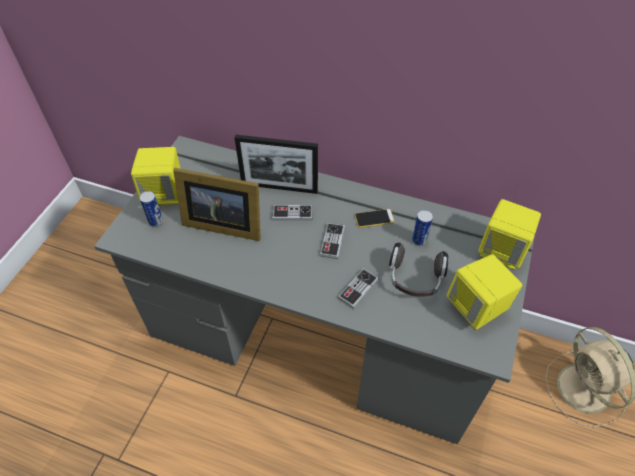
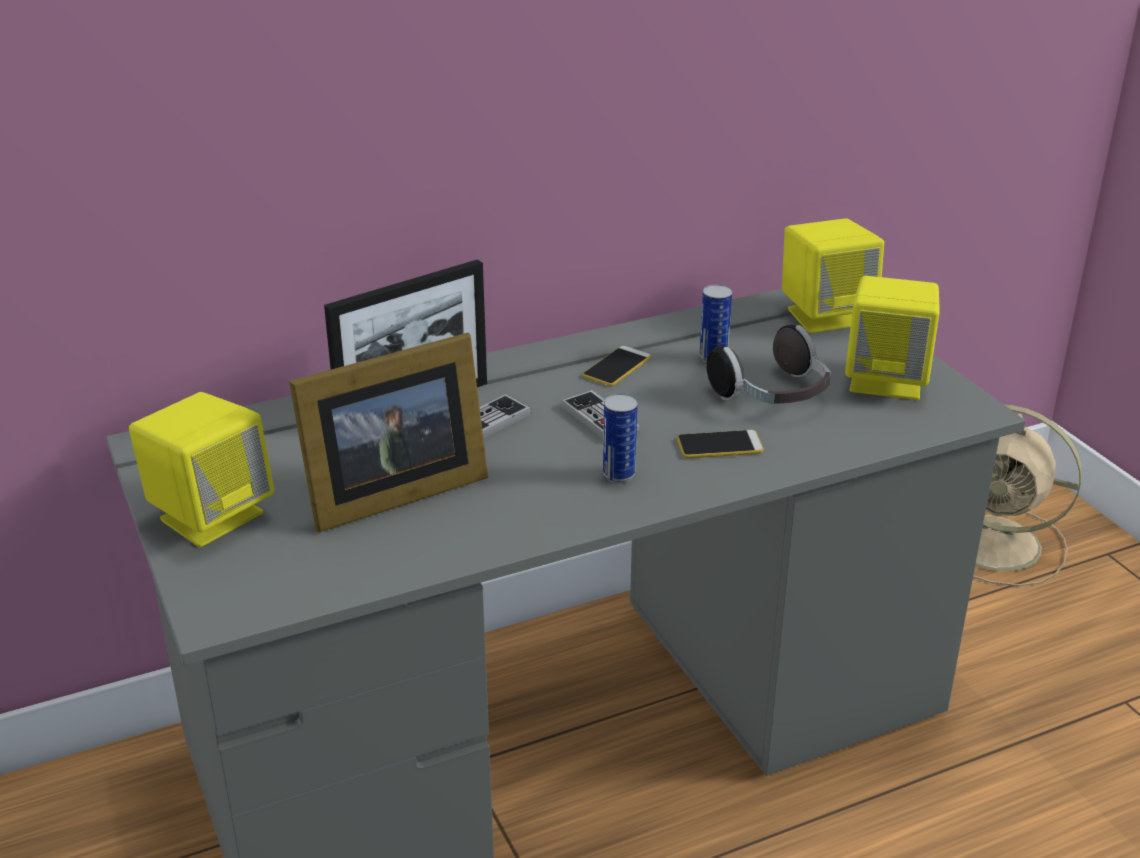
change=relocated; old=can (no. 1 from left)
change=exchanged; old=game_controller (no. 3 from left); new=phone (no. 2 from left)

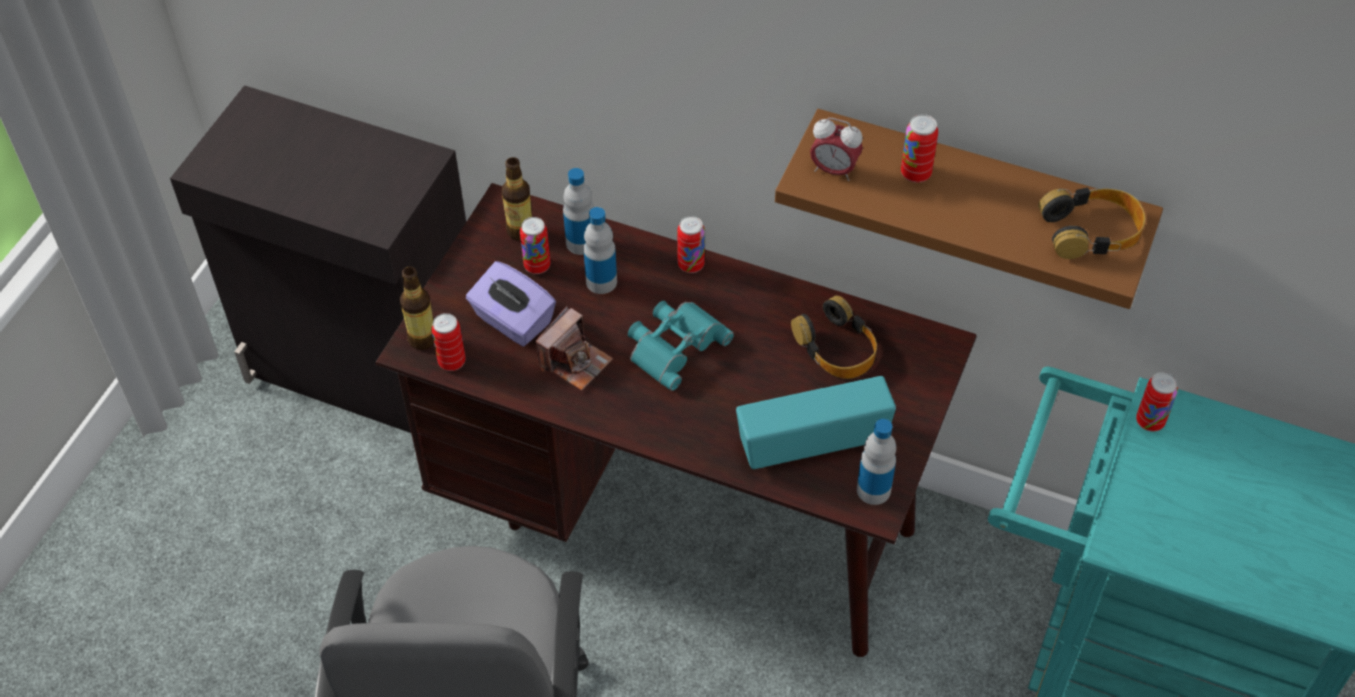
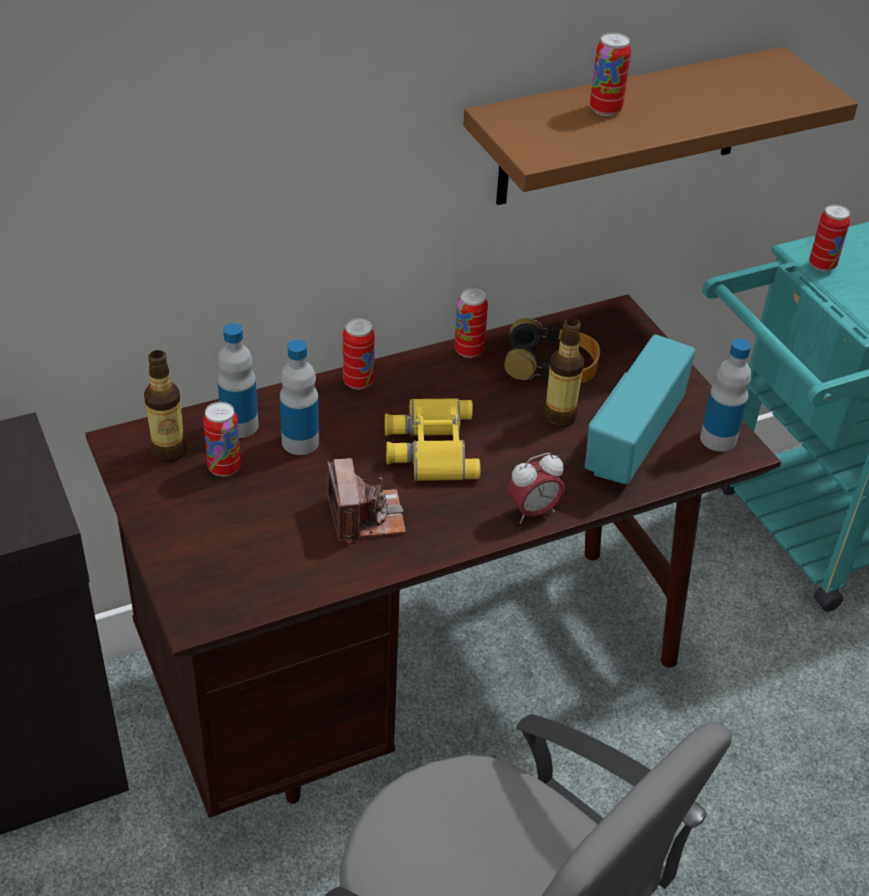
change=colour; old=turquoise_binoculars; new=yellow_binoculars
change=relocated; old=can (no. 1 from left in the first image); new=can (no. 3 from left)
change=relocated; old=alarm_clock
change=relocated; old=bottle (no. 1 from left in the first image); new=bottle (no. 4 from left)
change=missing; old=purple_tissue_box
change=missing; old=headphones (no. 2 from left)

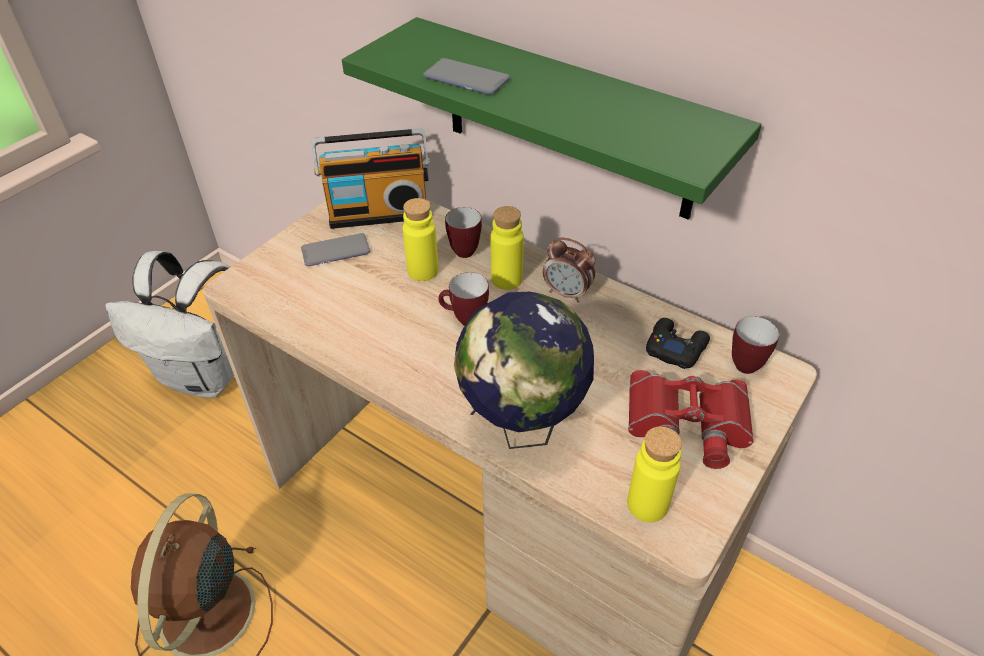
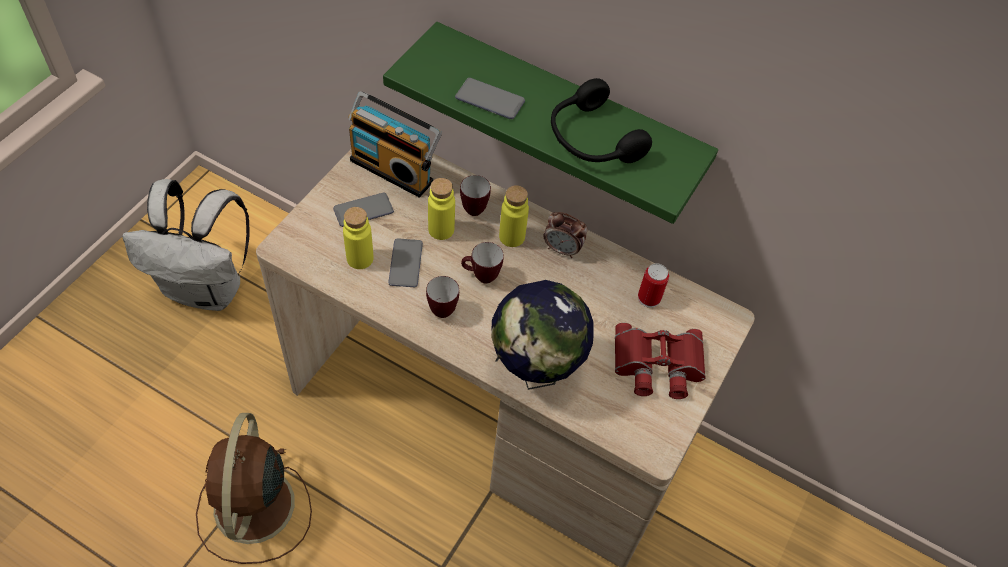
change=relocated; old=yellow_bottle (no. 3 from left in the first image); new=yellow_bottle (no. 1 from left)
change=spun; old=radio; degrees=45
change=appeared; new=phone (no. 2 from left)
change=relocated; old=mug (no. 3 from left in the first image); new=mug (no. 1 from left)
change=appeared; new=black_headphones
change=exchanged; old=black_game_controller; new=can

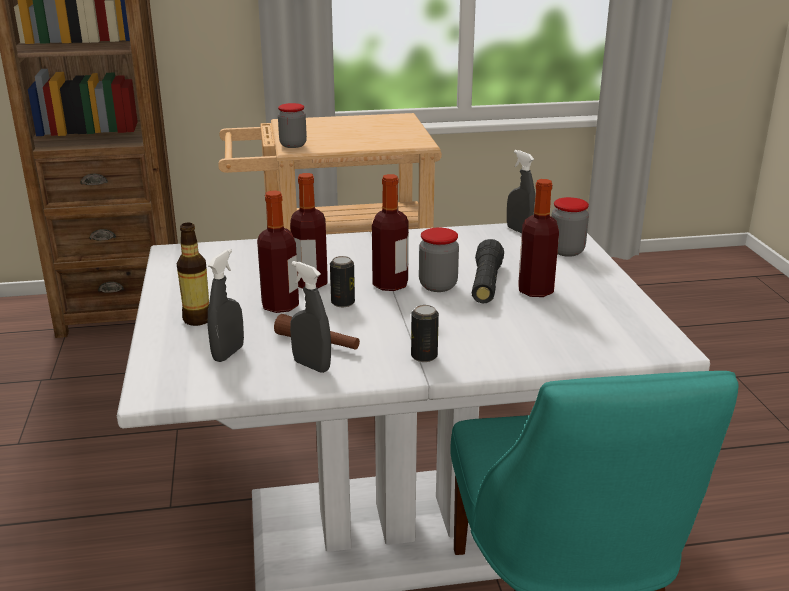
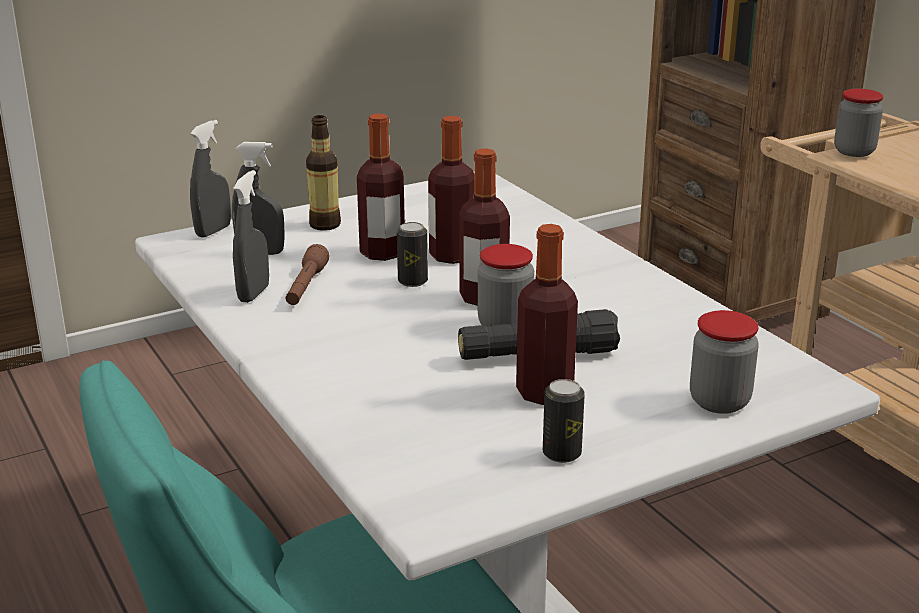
change=relocated; old=grey_spray_bottle (no. 3 from left in the first image); new=grey_spray_bottle (no. 1 from left)
change=relocated; old=can (no. 2 from left)

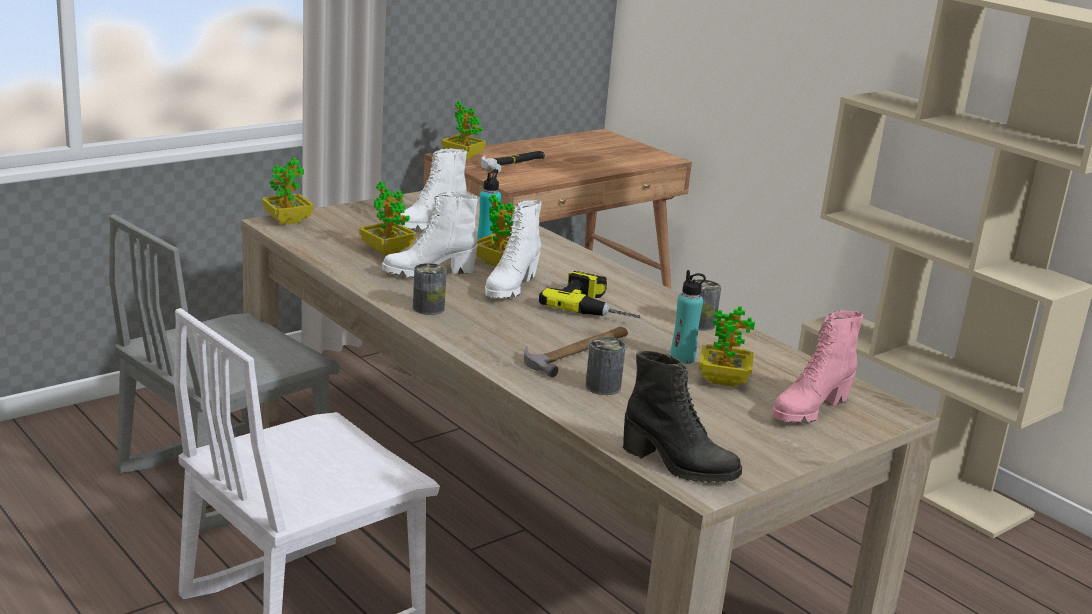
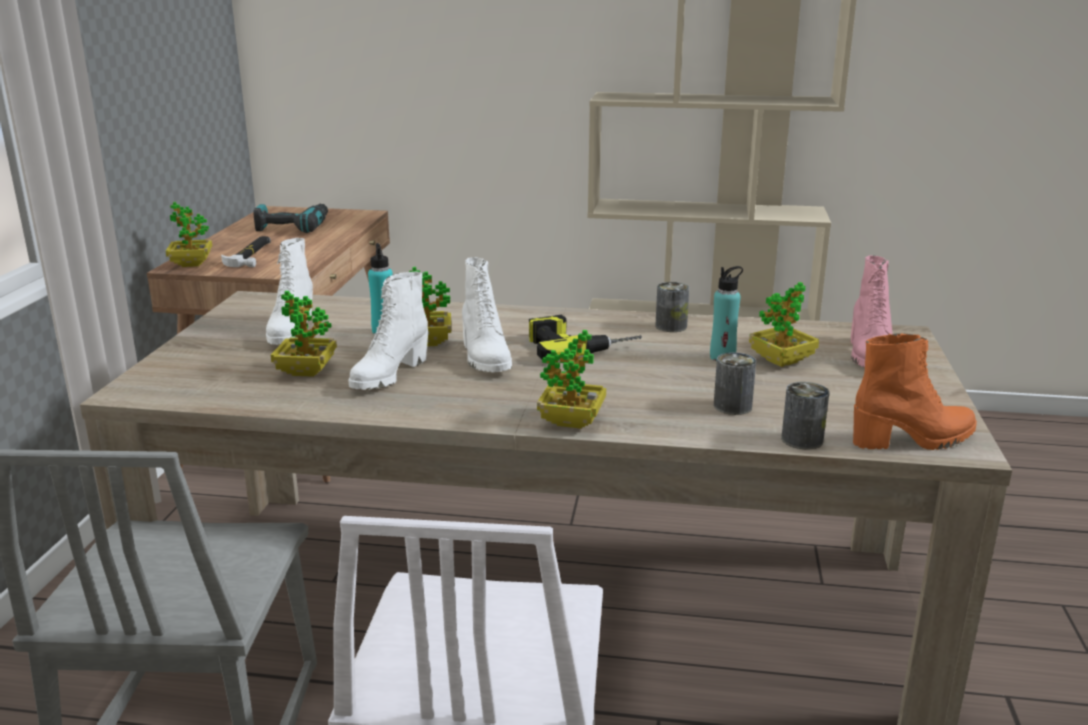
change=appeared; new=power_drill (no. 1 from left)
change=relocated; old=potted_plant (no. 1 from left in the first image); new=potted_plant (no. 4 from left)
change=relocated; old=can (no. 1 from left in the first image); new=can (no. 3 from left)
change=colour; old=black_boot; new=orange_boot
change=missing; old=hammer (no. 2 from left)

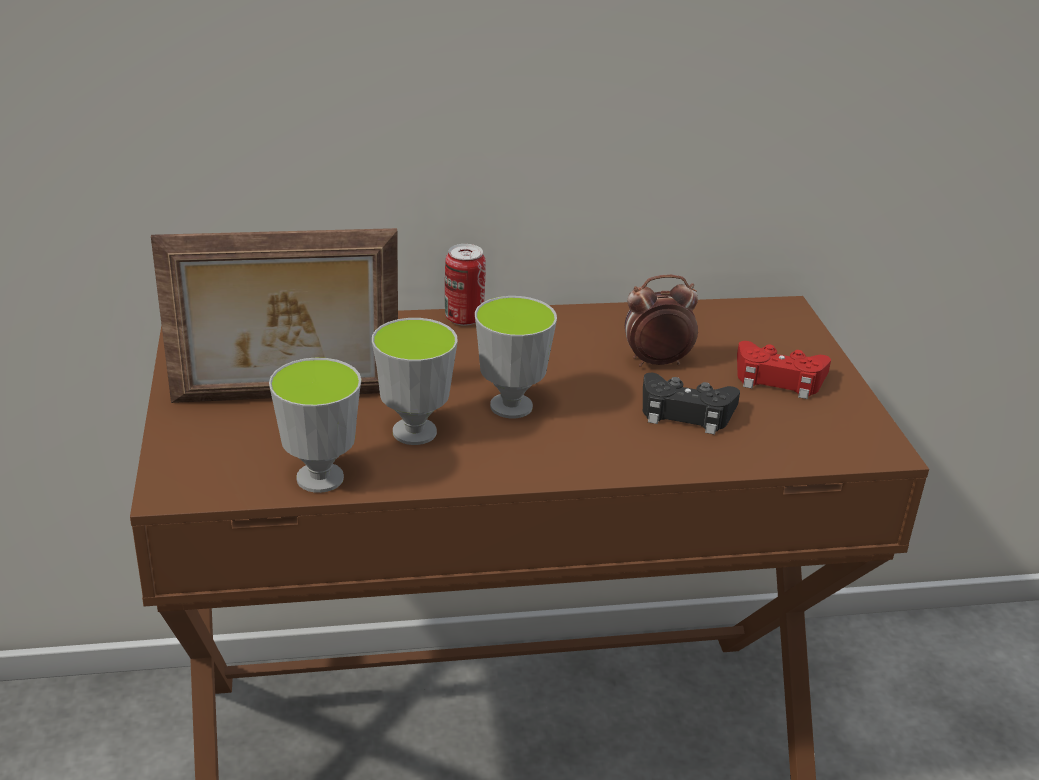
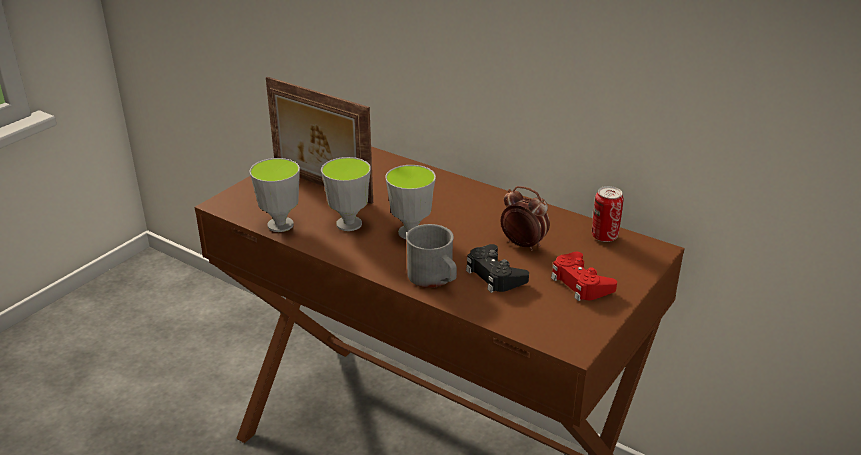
change=appeared; new=grey_mug
change=relocated; old=can

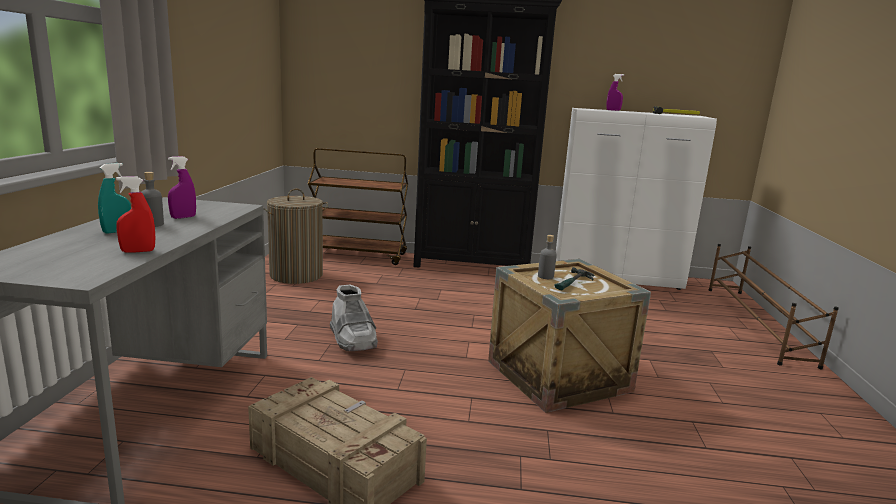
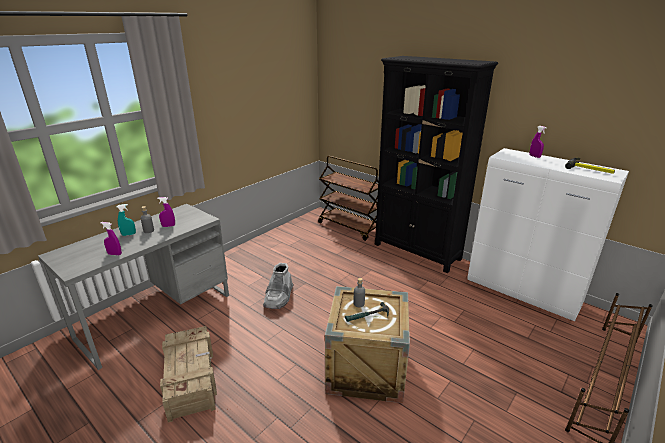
change=colour; old=red_spray_bottle; new=purple_spray_bottle (no. 1 from left)
change=missing; old=laundry_basket

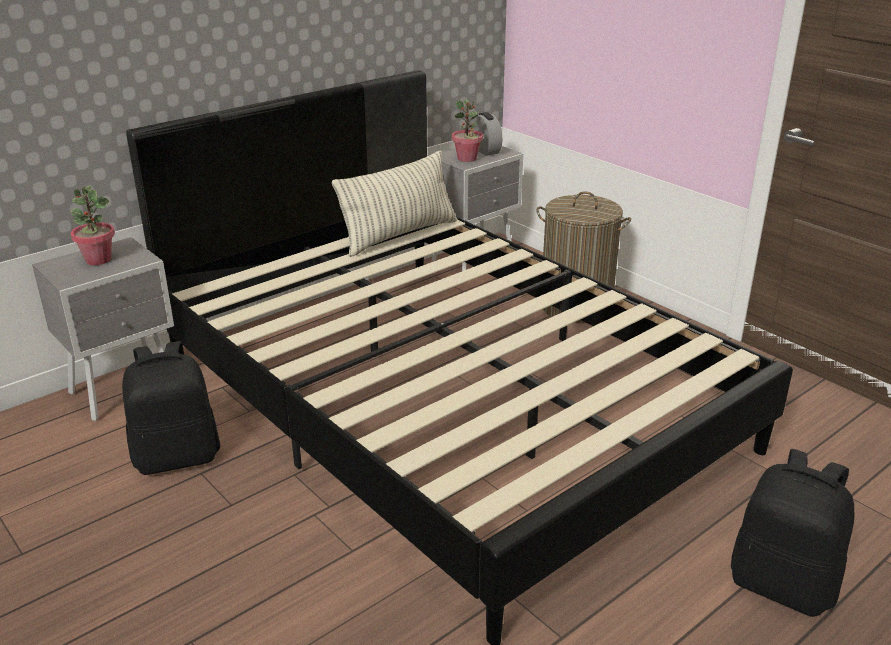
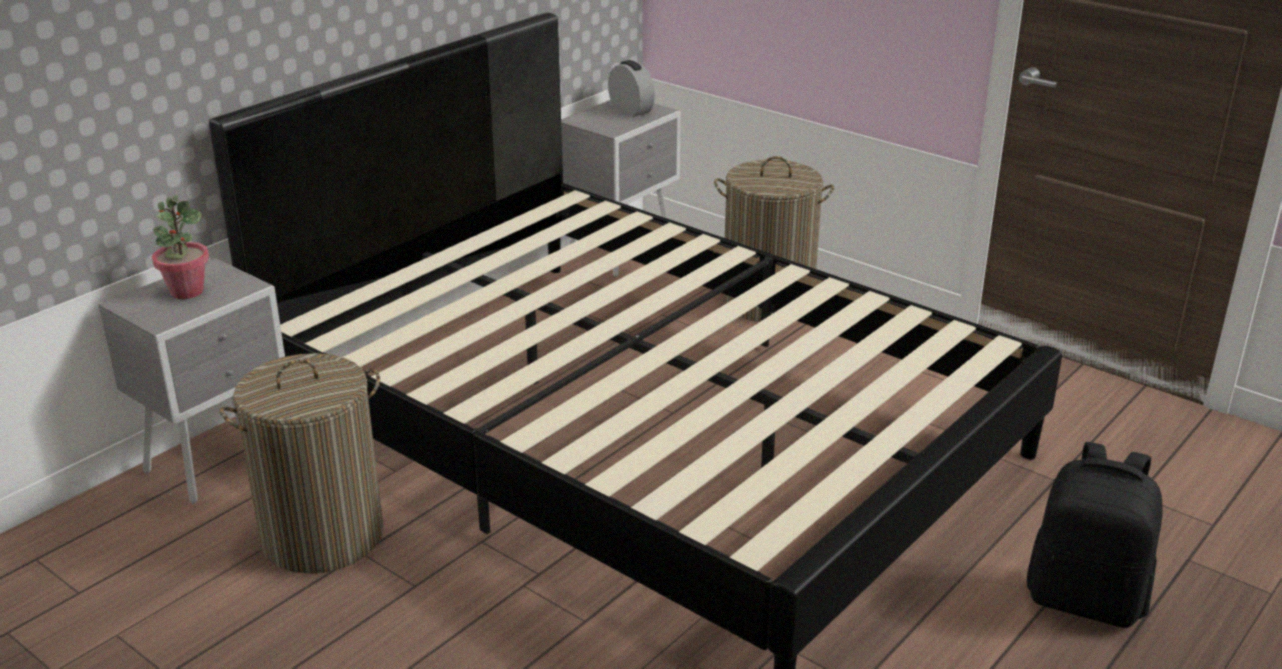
change=exchanged; old=black_backpack (no. 1 from left); new=laundry_basket (no. 1 from left)
change=missing; old=pillow
change=missing; old=potted_plant (no. 2 from left)

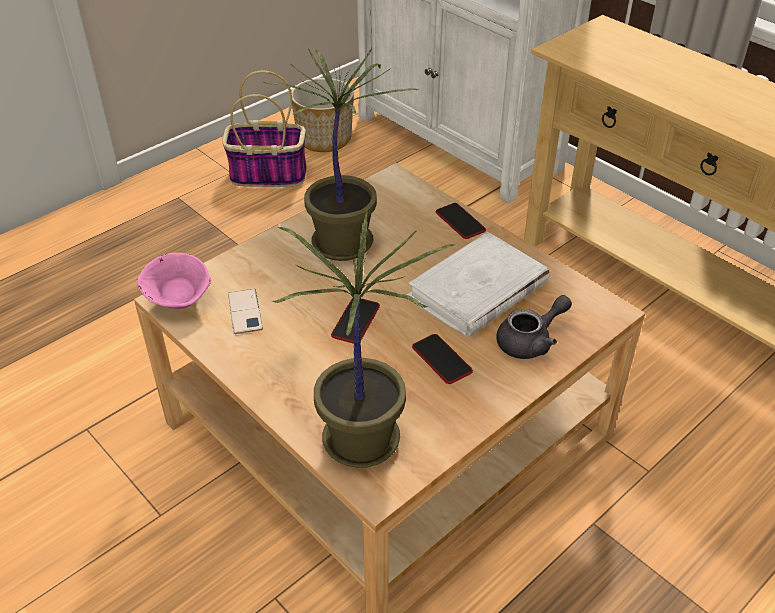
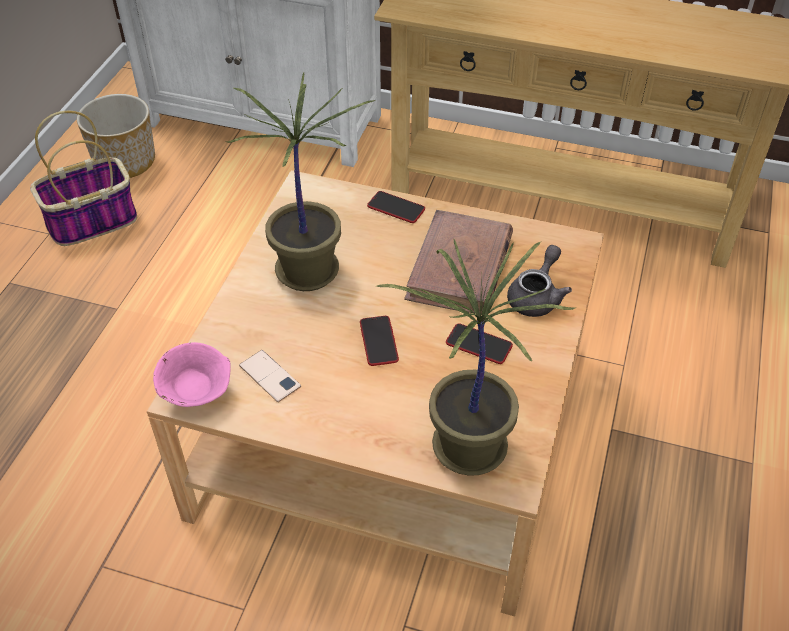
change=colour; old=white_book; new=brown_book

